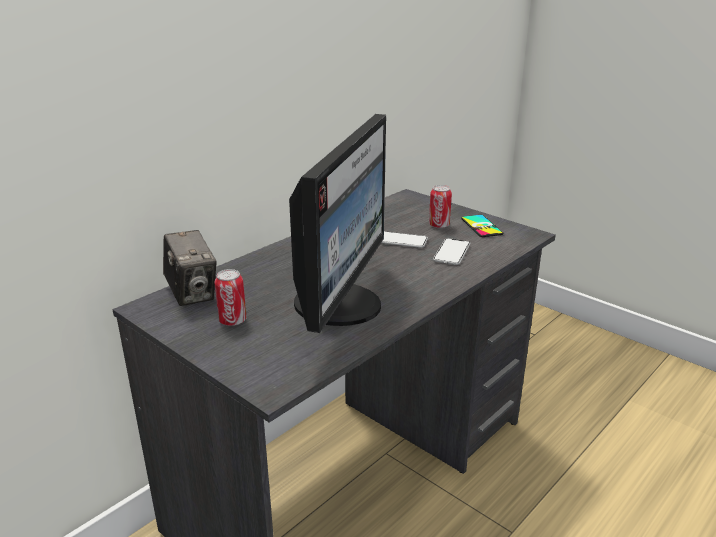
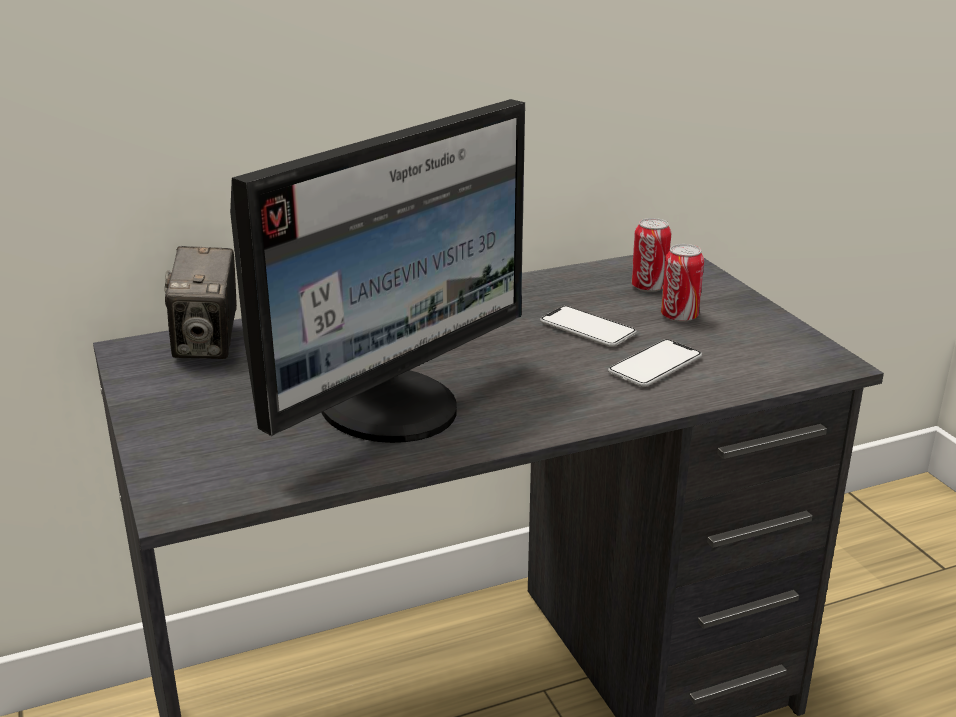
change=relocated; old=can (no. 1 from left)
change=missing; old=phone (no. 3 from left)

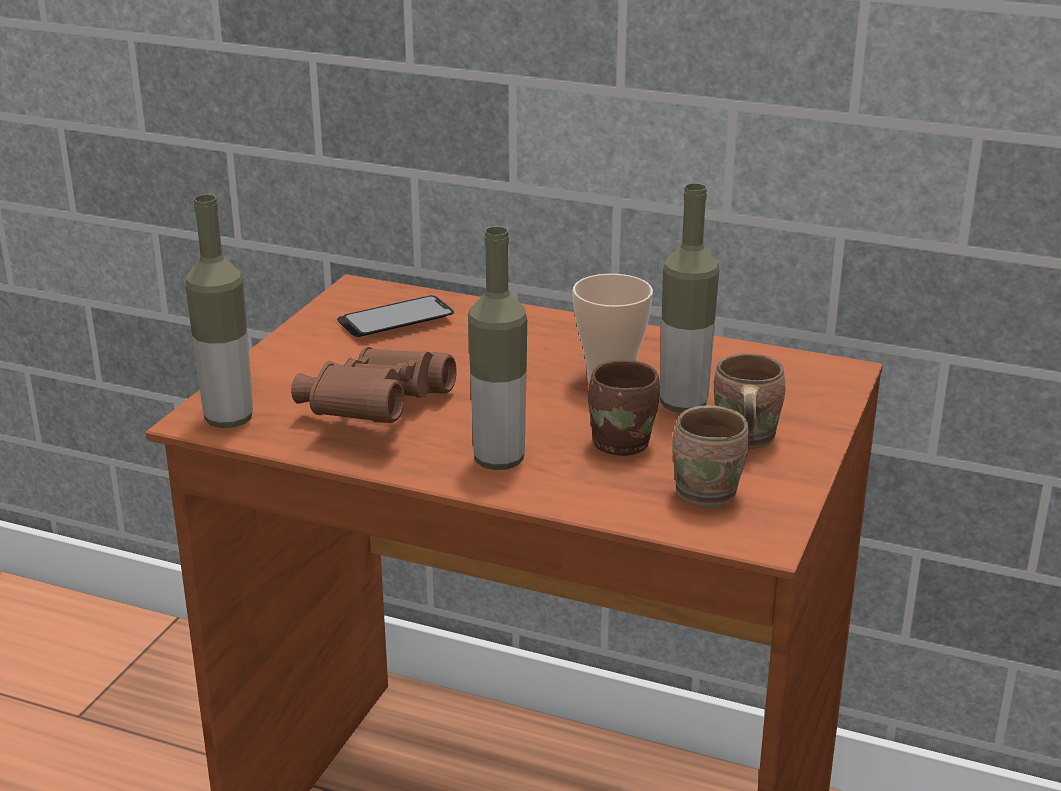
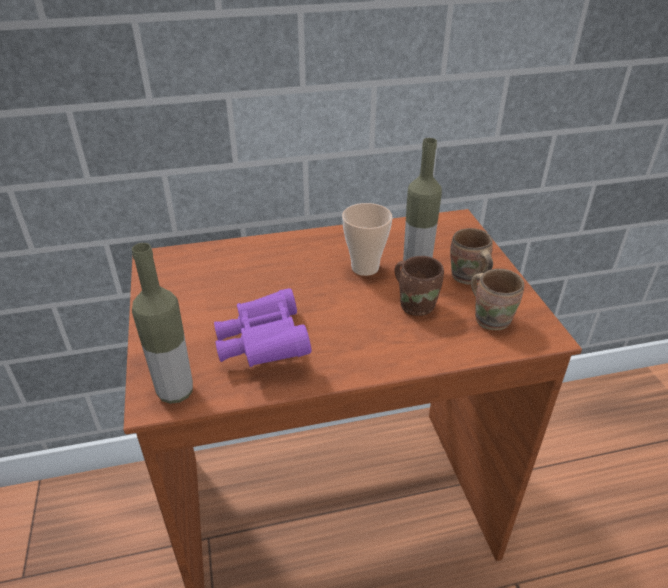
change=colour; old=brown_binoculars; new=purple_binoculars
change=missing; old=phone
change=missing; old=bottle (no. 2 from left)

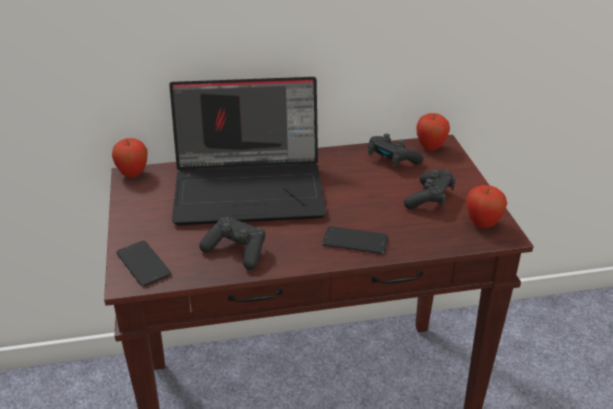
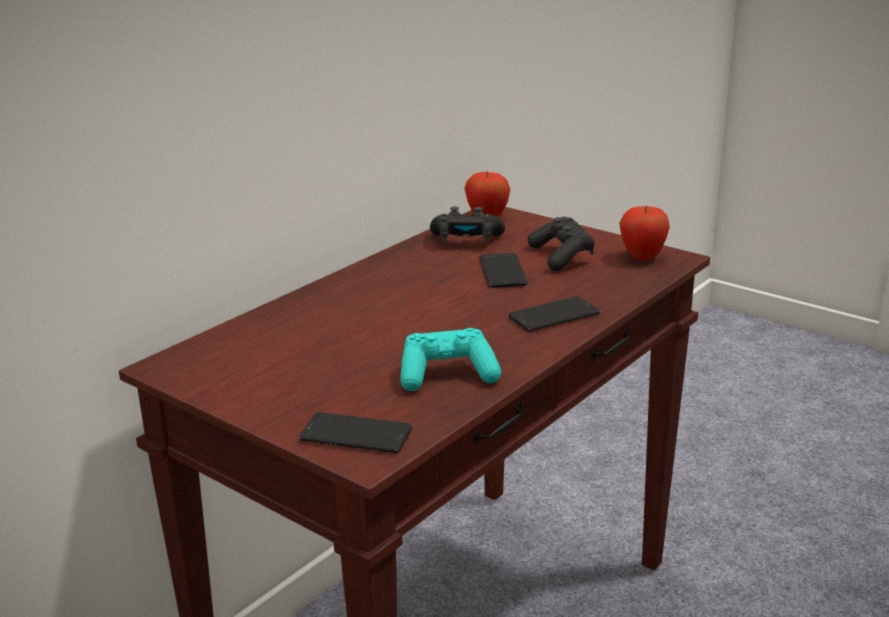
change=colour; old=black_game_controller (no. 1 from left); new=turquoise_game_controller
change=appeared; new=phone (no. 2 from left)
change=missing; old=apple (no. 1 from left)
change=missing; old=laptop

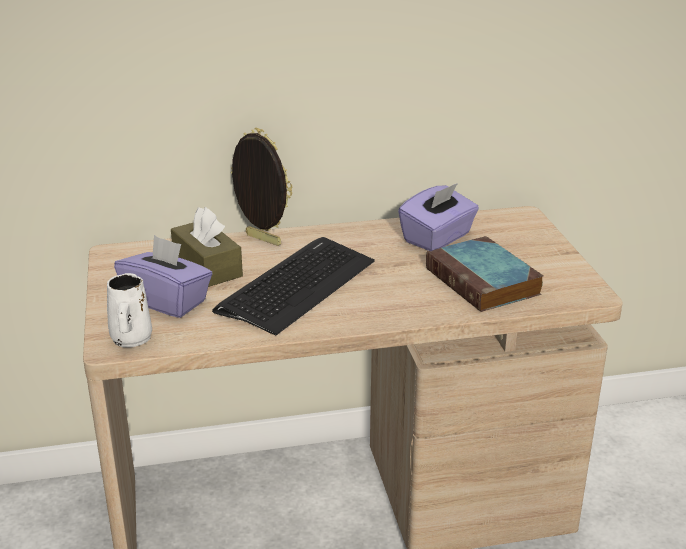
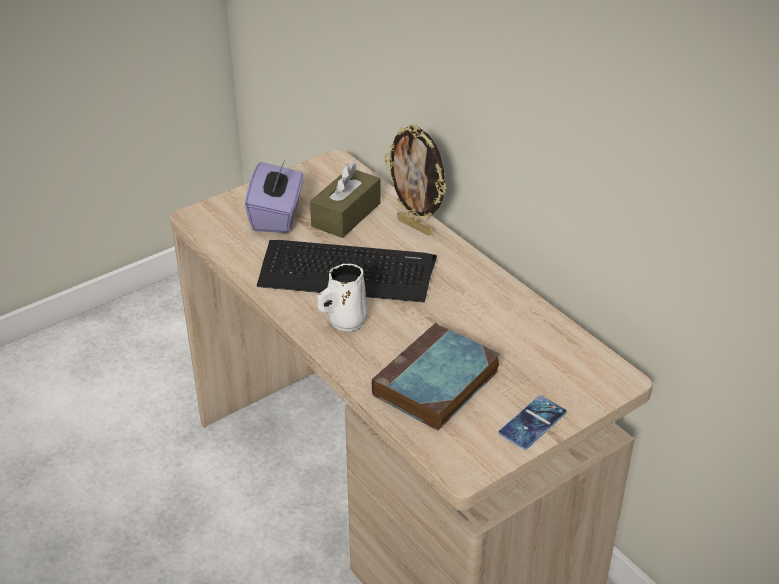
change=relocated; old=white_mug
change=spun; old=picture_frame; degrees=120
change=appeared; new=phone
change=missing; old=purple_tissue_box (no. 2 from left)

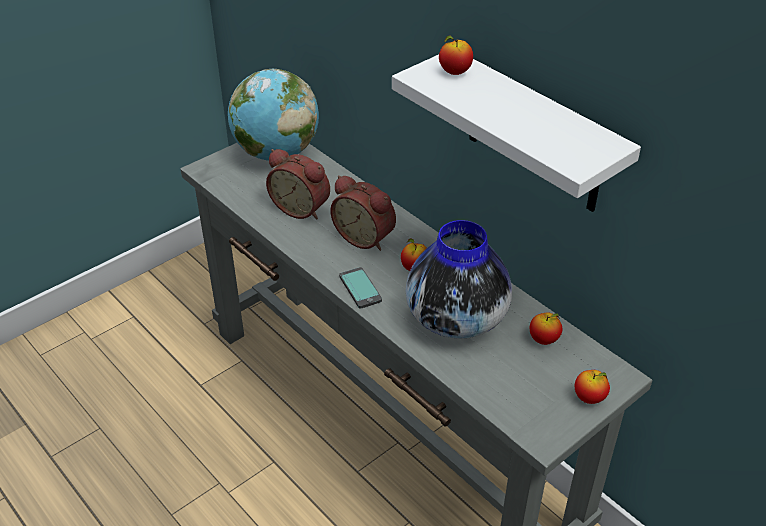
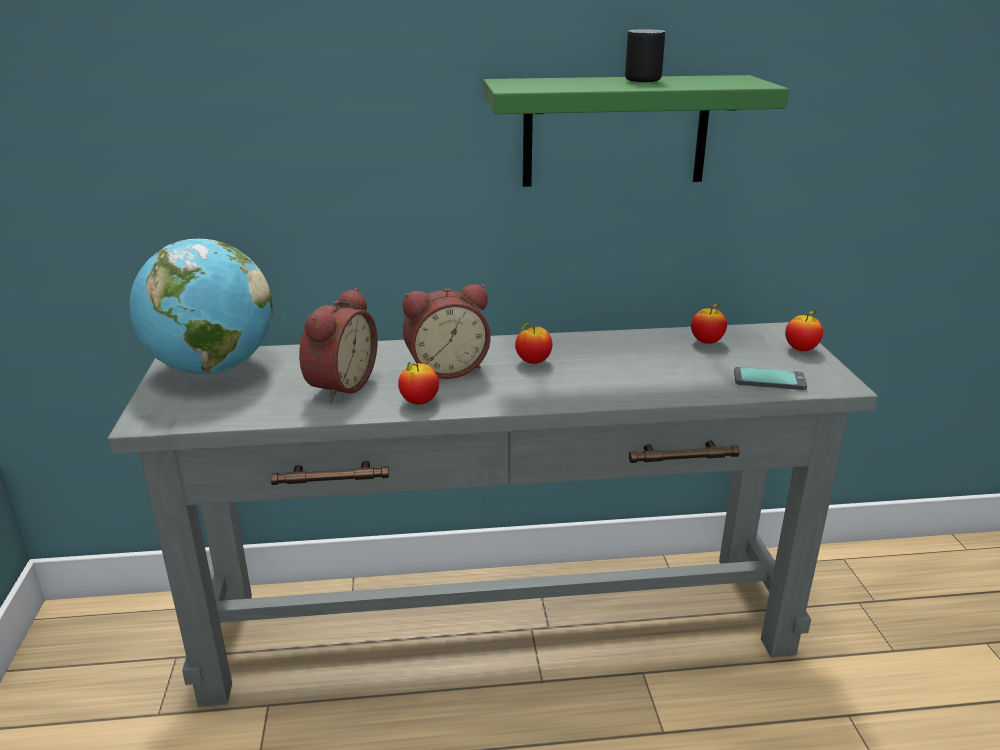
change=spun; old=alarm_clock (no. 1 from left); degrees=-45
change=relocated; old=apple (no. 2 from left in the first image); new=apple (no. 1 from left)
change=colour; old=white_shelf; new=green_shelf
change=appeared; new=black_mug
change=relocated; old=phone
change=missing; old=vase

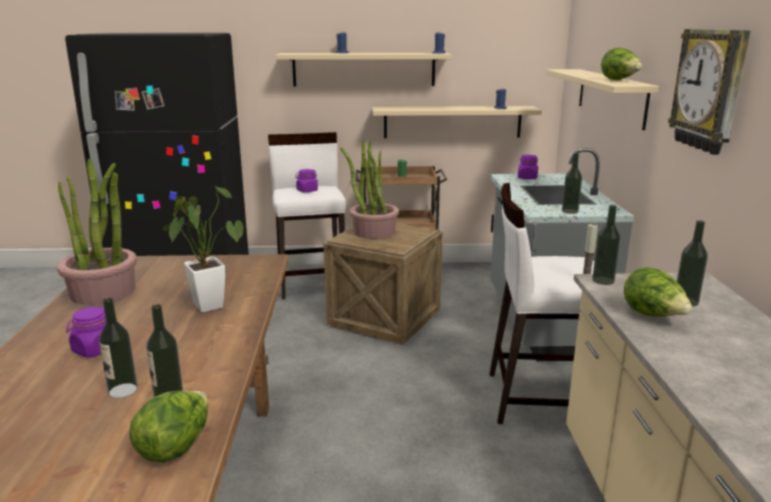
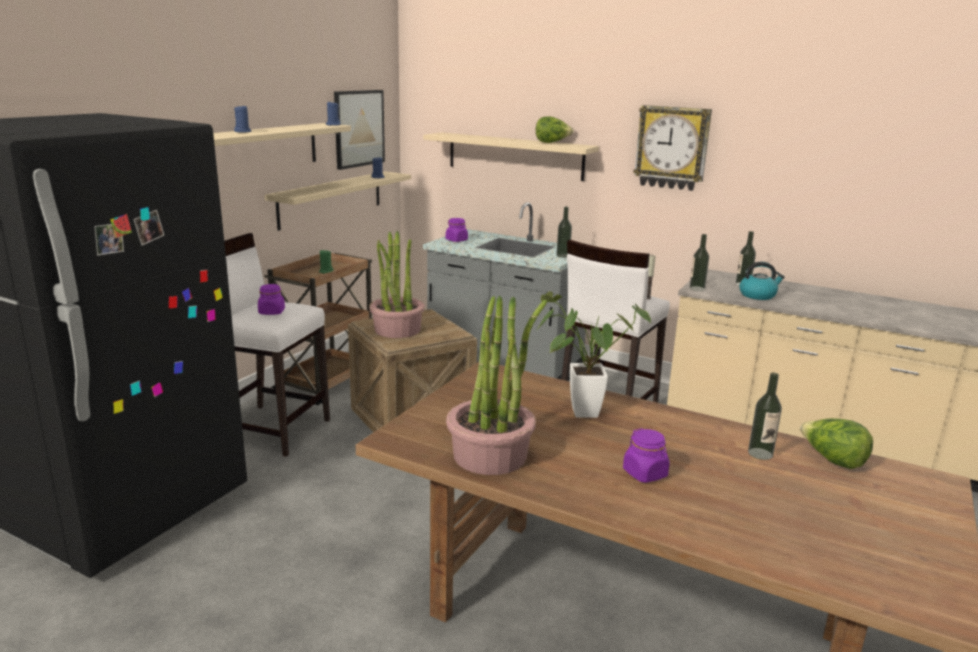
change=appeared; new=picture
change=exchanged; old=lettuce (no. 3 from left); new=kettle
change=missing; old=bottle (no. 1 from left)

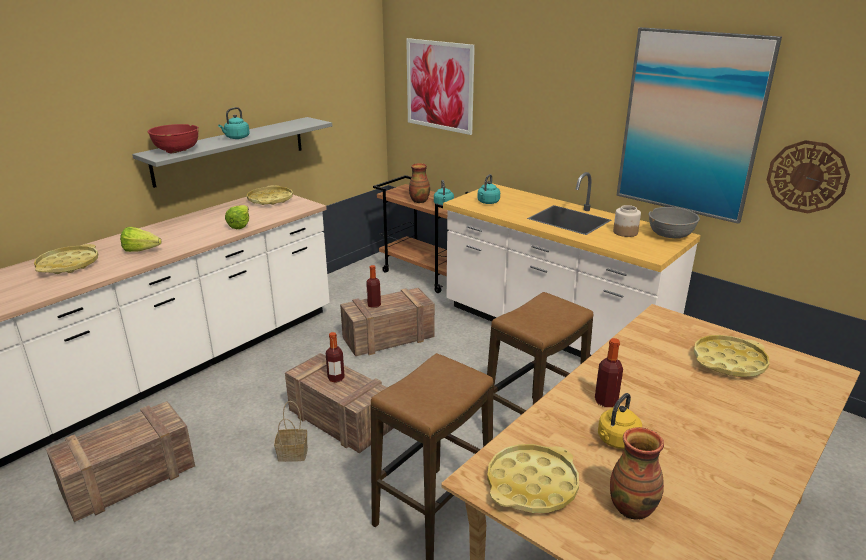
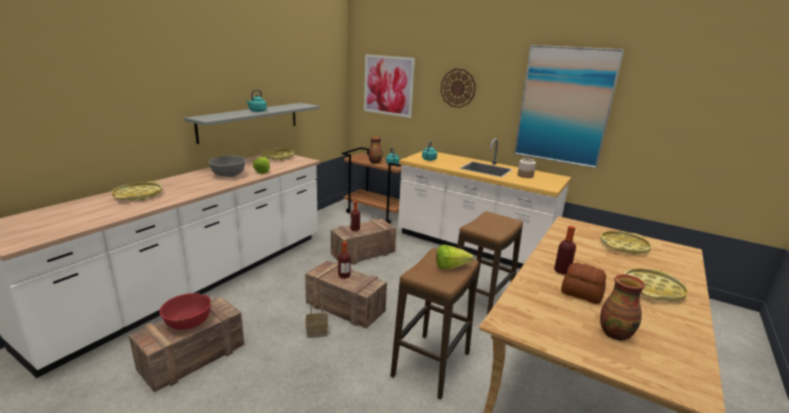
change=relocated; old=red_bowl
change=relocated; old=grey_bowl
change=relocated; old=lettuce (no. 1 from left in the first image); new=lettuce (no. 2 from left)
change=relocated; old=wall_clock
change=exchanged; old=yellow_kettle; new=bread
change=relocated; old=yellow_tray (no. 3 from left in the first image); new=yellow_tray (no. 4 from left)

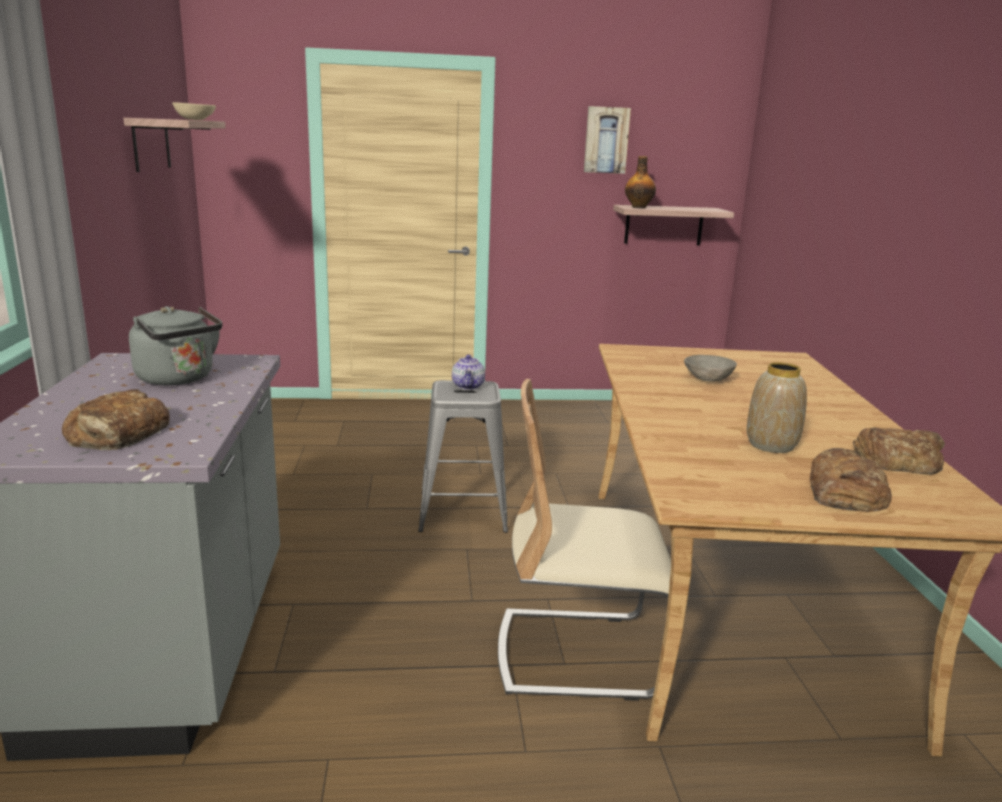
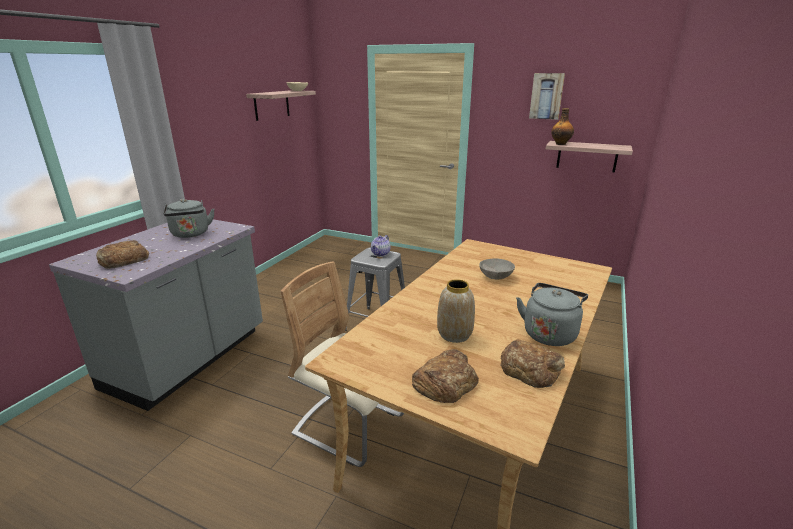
change=appeared; new=grey_kettle (no. 2 from left)

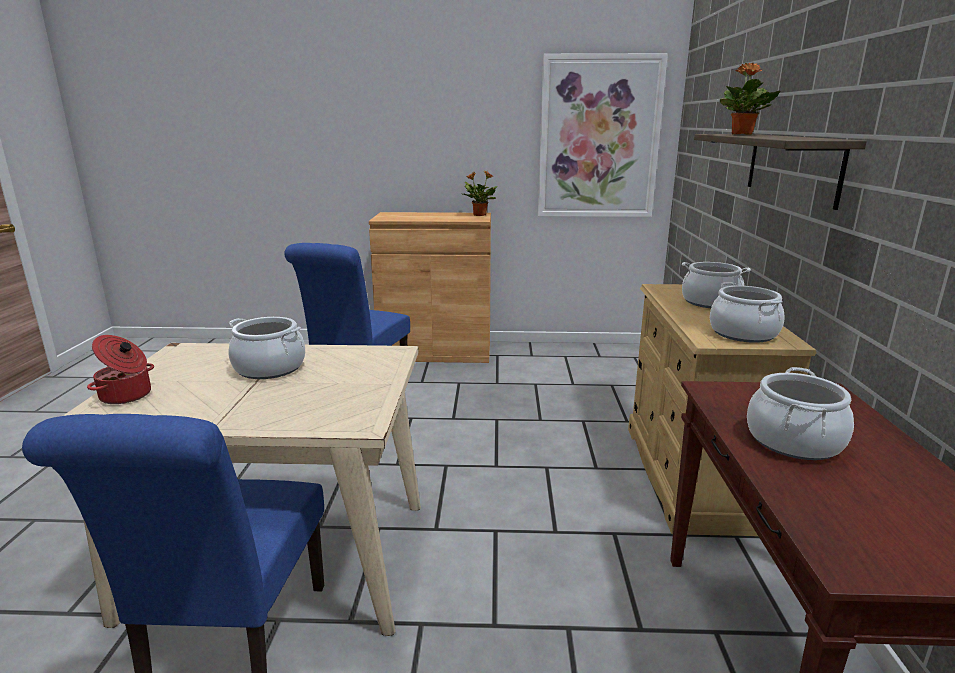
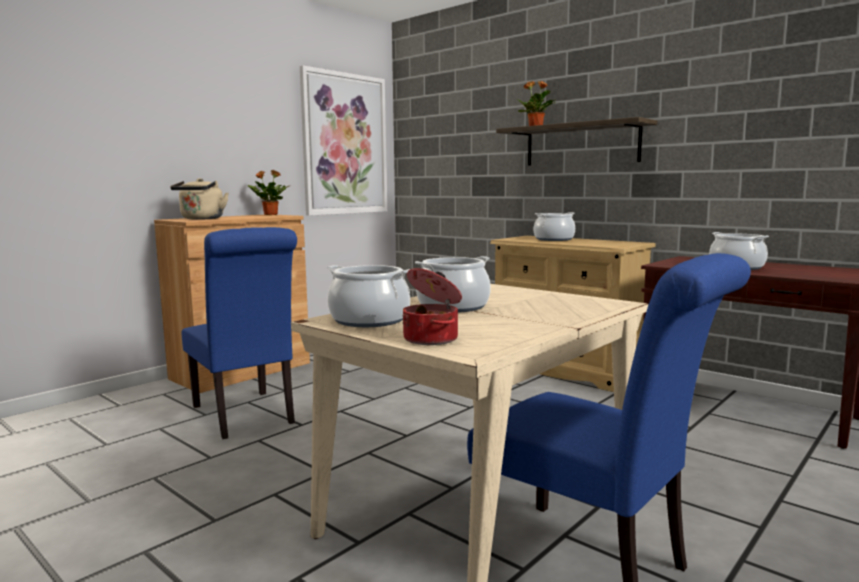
change=appeared; new=beige_kettle
change=relocated; old=cooking_pot (no. 4 from left in the first image); new=cooking_pot (no. 1 from left)

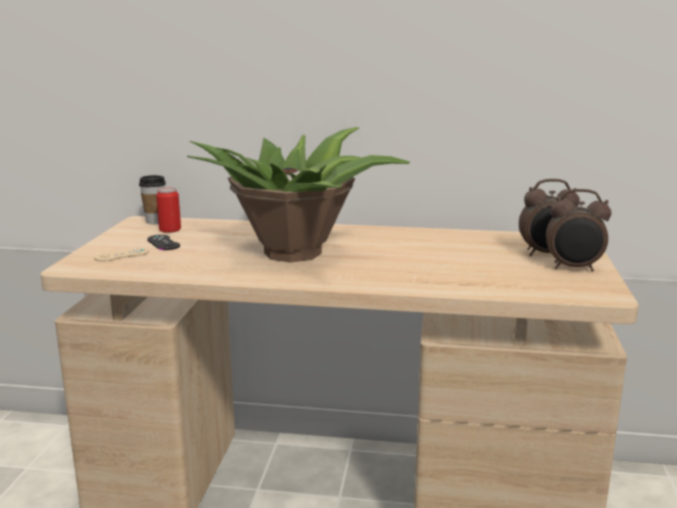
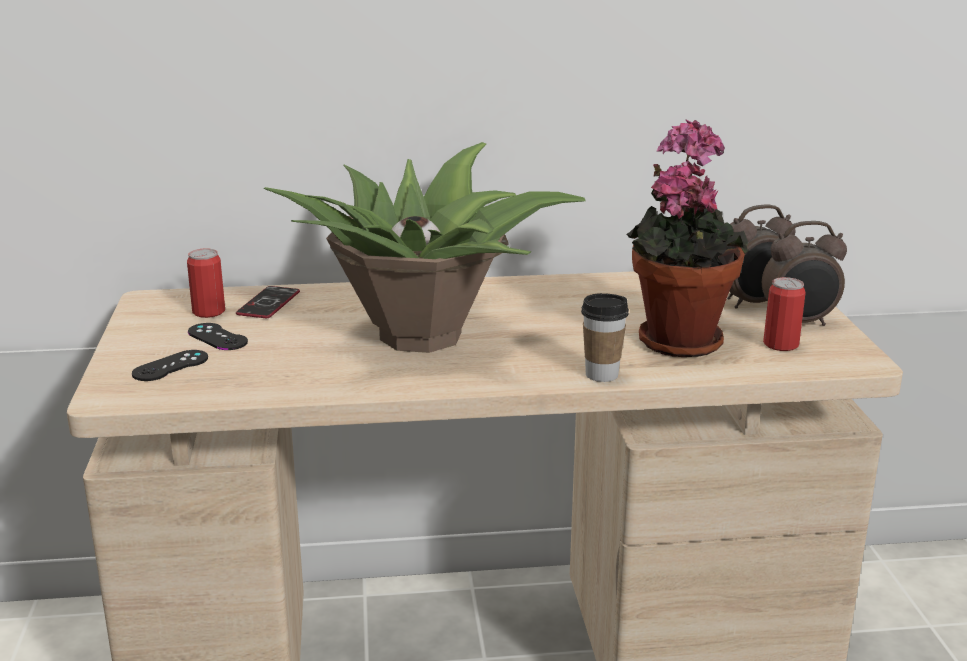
change=colour; old=beige_game_controller; new=black_game_controller (no. 1 from left)
change=appeared; new=phone
change=relocated; old=cup
change=appeared; new=potted_plant (no. 2 from left)
change=appeared; new=can (no. 2 from left)

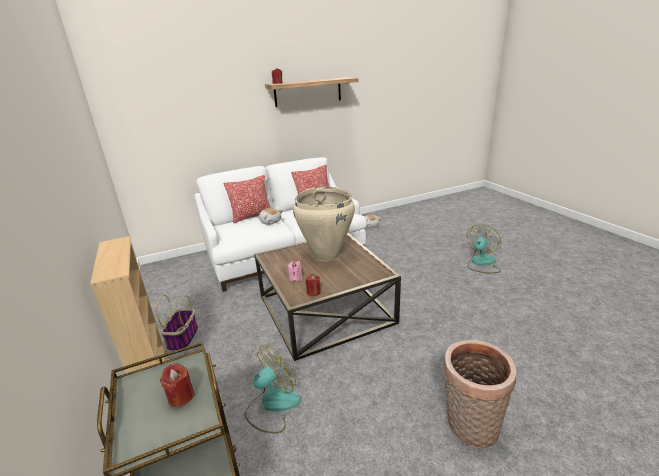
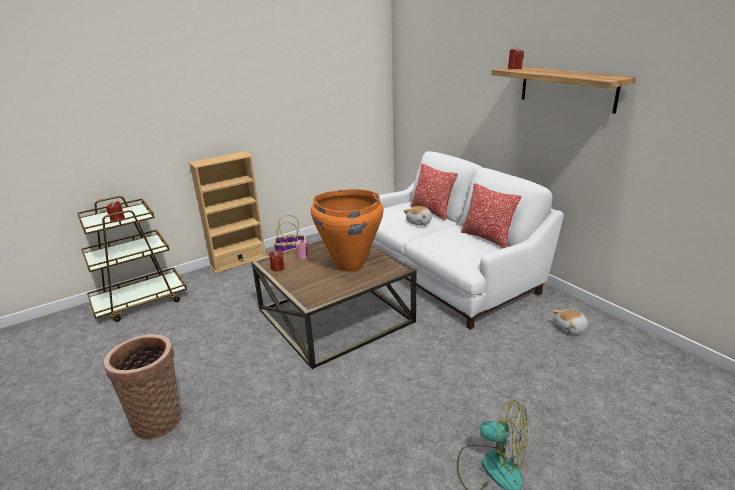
change=colour; old=beige_vase; new=orange_vase
change=missing; old=fan (no. 1 from left)

